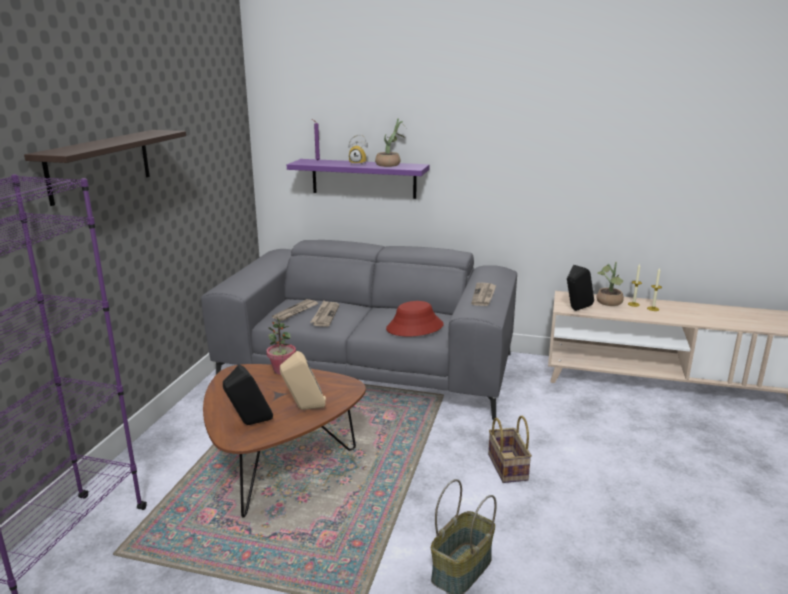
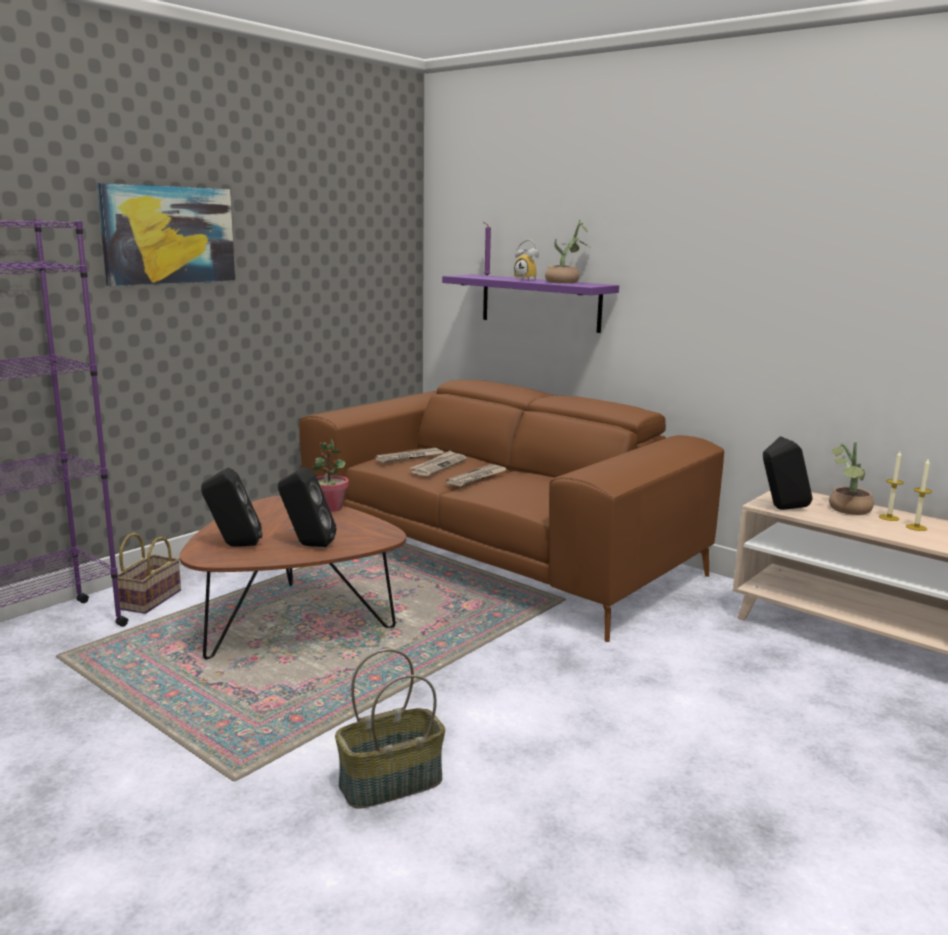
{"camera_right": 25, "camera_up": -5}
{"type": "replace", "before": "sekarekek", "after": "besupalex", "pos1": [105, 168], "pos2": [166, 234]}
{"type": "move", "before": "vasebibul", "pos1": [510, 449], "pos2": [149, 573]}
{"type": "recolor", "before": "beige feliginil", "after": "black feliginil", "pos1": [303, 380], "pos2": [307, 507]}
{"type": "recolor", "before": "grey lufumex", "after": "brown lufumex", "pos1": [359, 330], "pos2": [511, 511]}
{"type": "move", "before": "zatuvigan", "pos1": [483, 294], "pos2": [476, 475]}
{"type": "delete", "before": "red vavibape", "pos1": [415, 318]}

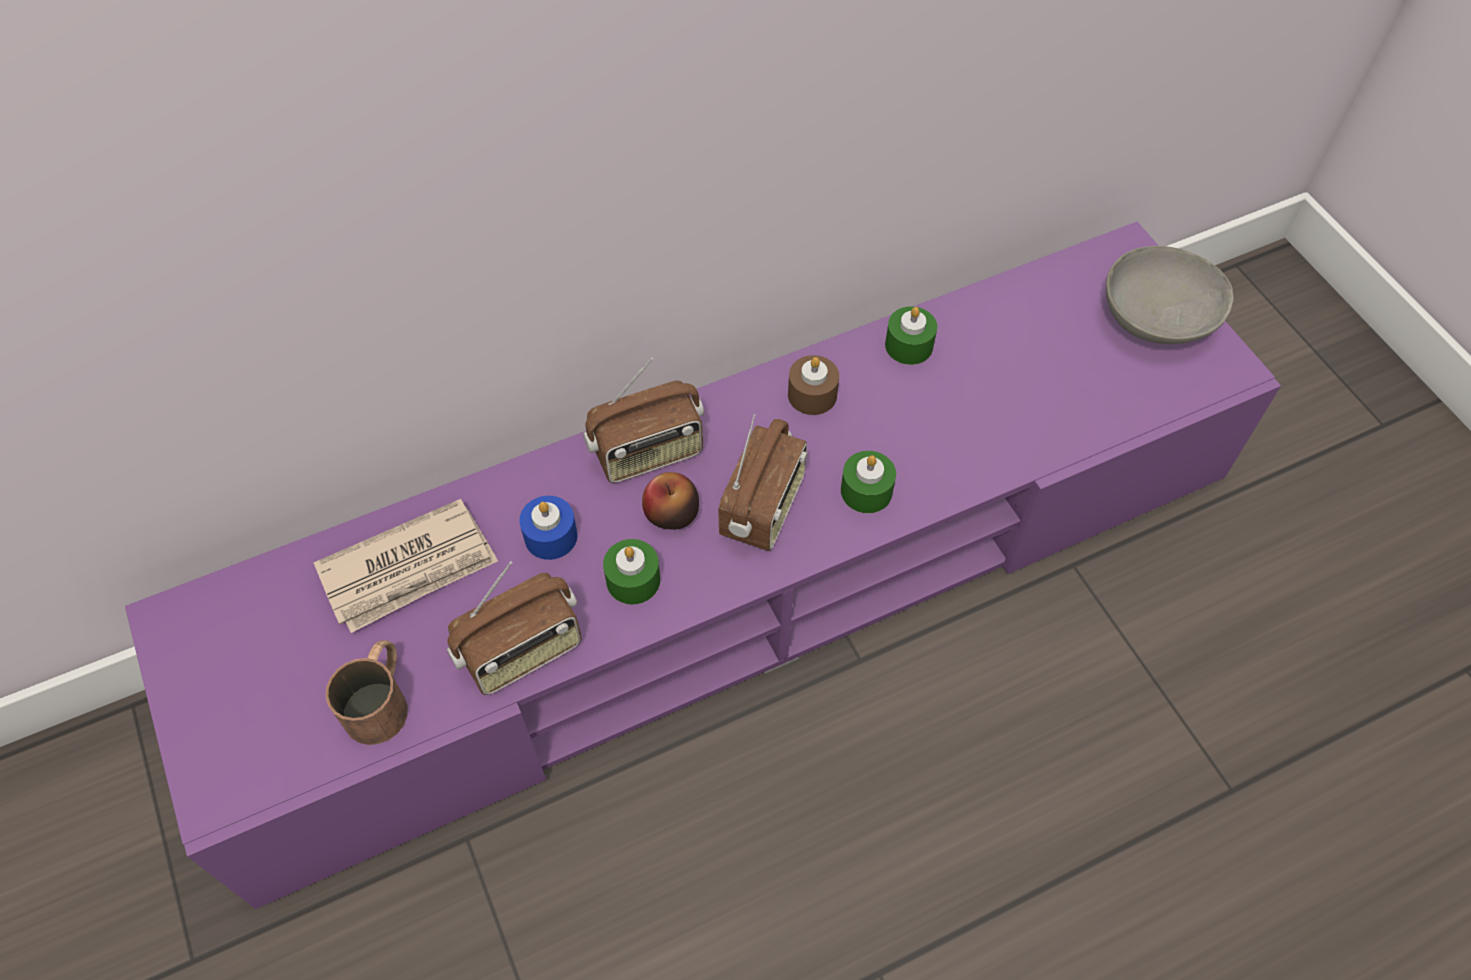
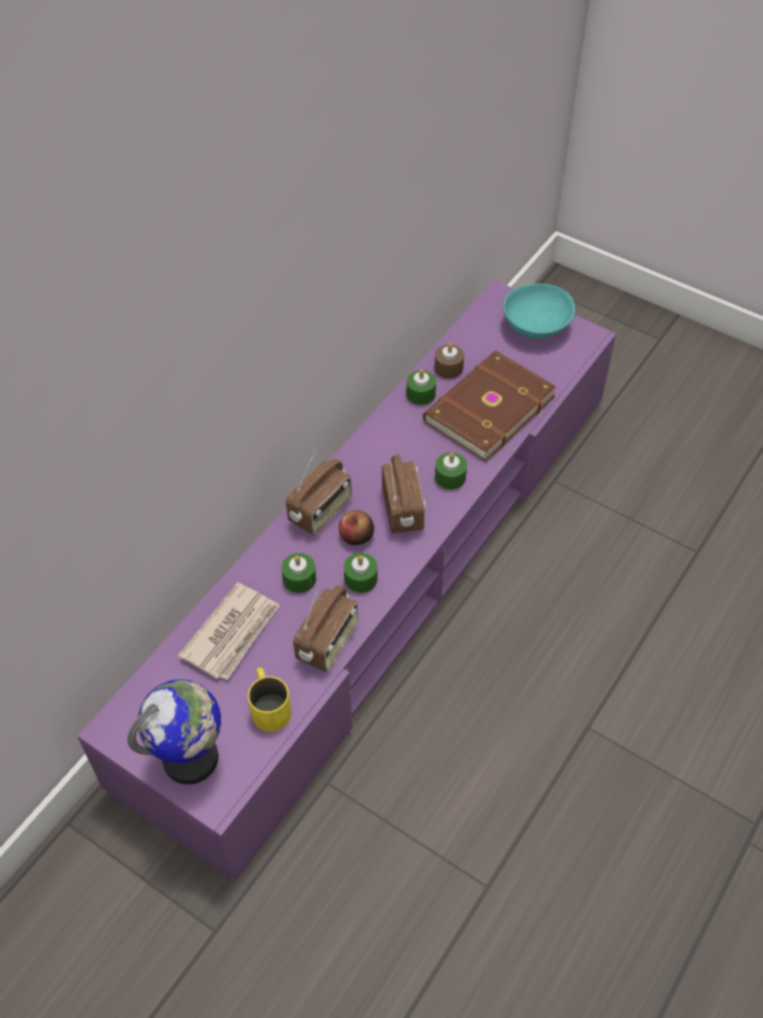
{"camera_right": -30, "camera_up": -5}
{"type": "insert", "after": "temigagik", "pos2": [174, 732]}
{"type": "recolor", "before": "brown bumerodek", "after": "yellow bumerodek", "pos1": [367, 692], "pos2": [269, 699]}
{"type": "recolor", "before": "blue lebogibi", "after": "green lebogibi", "pos1": [548, 528], "pos2": [298, 573]}
{"type": "insert", "after": "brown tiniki", "pos2": [490, 406]}
{"type": "move", "before": "brown lebogibi", "pos1": [813, 385], "pos2": [449, 361]}
{"type": "recolor", "before": "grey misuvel", "after": "turquoise misuvel", "pos1": [1170, 295], "pos2": [539, 311]}

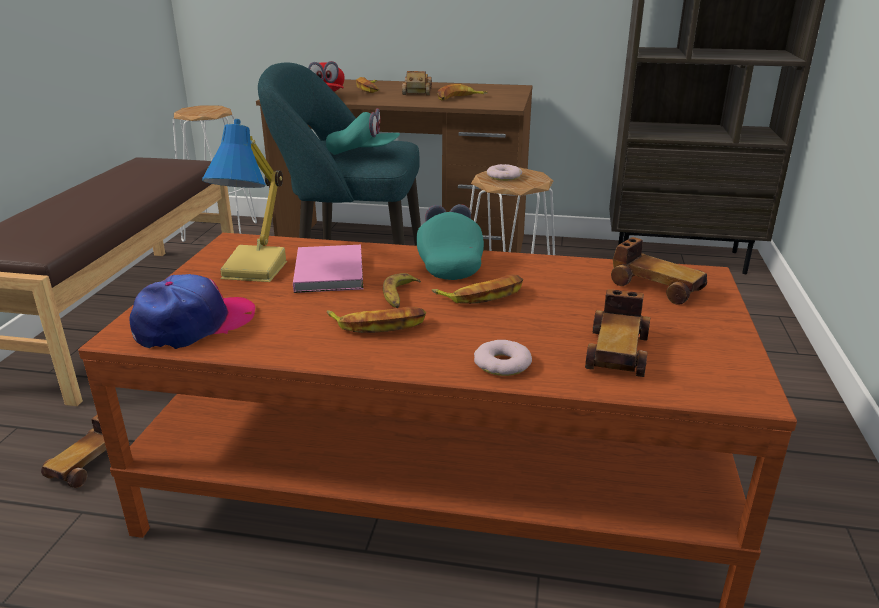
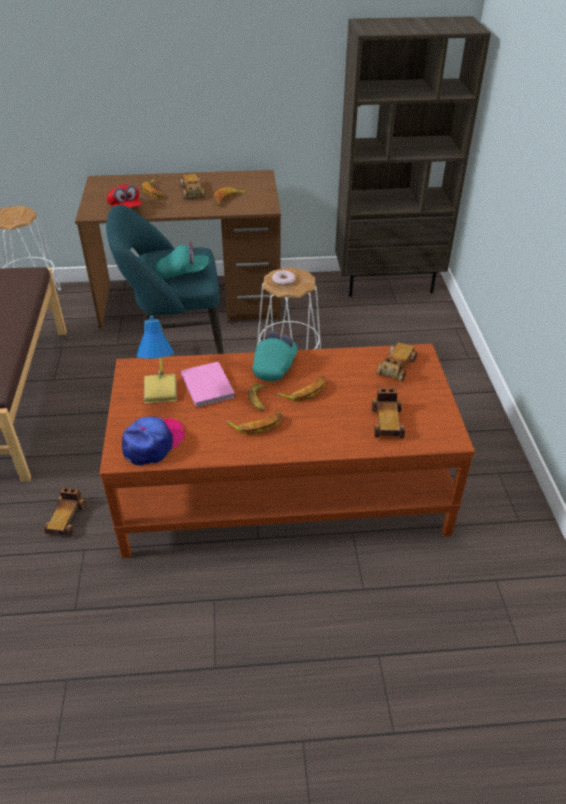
{"camera_right": -15, "camera_up": 15}
{"type": "rotate", "before": "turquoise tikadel", "pos1": [450, 242], "pos2": [274, 356], "turn": 45}
{"type": "rotate", "before": "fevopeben", "pos1": [659, 271], "pos2": [397, 362], "turn": -90}
{"type": "delete", "before": "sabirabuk", "pos1": [503, 358]}

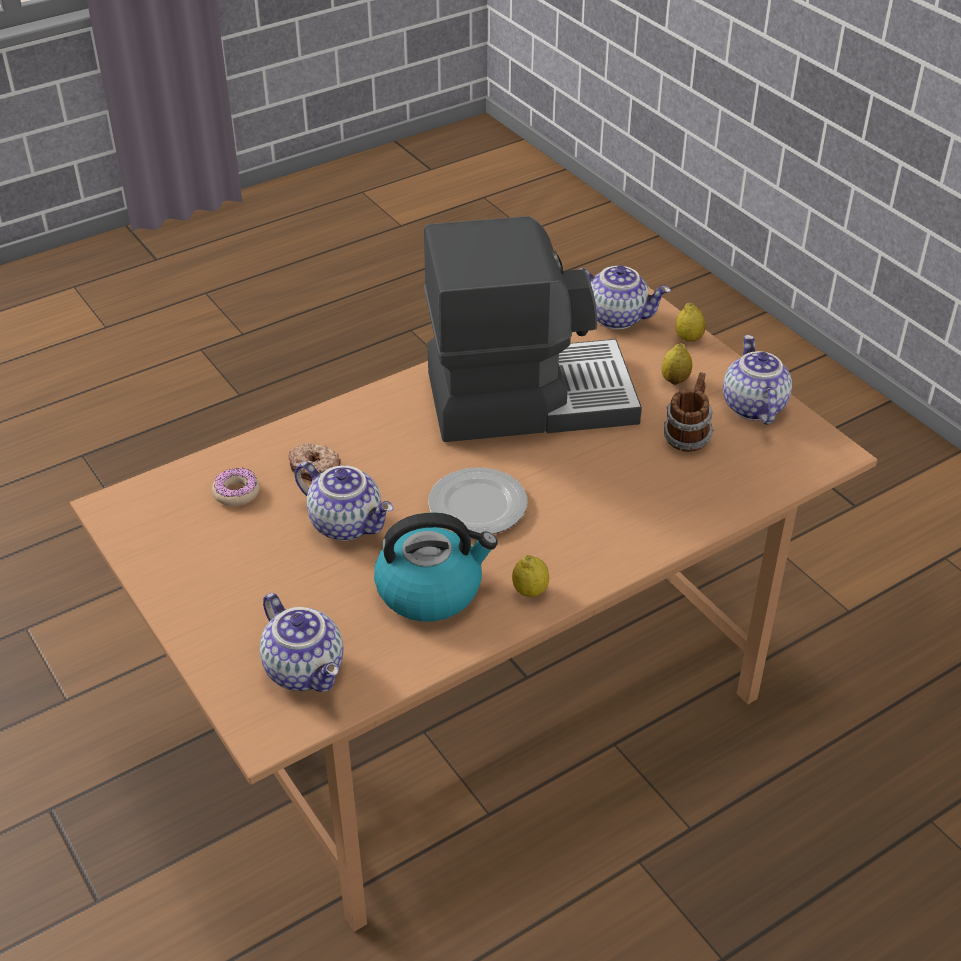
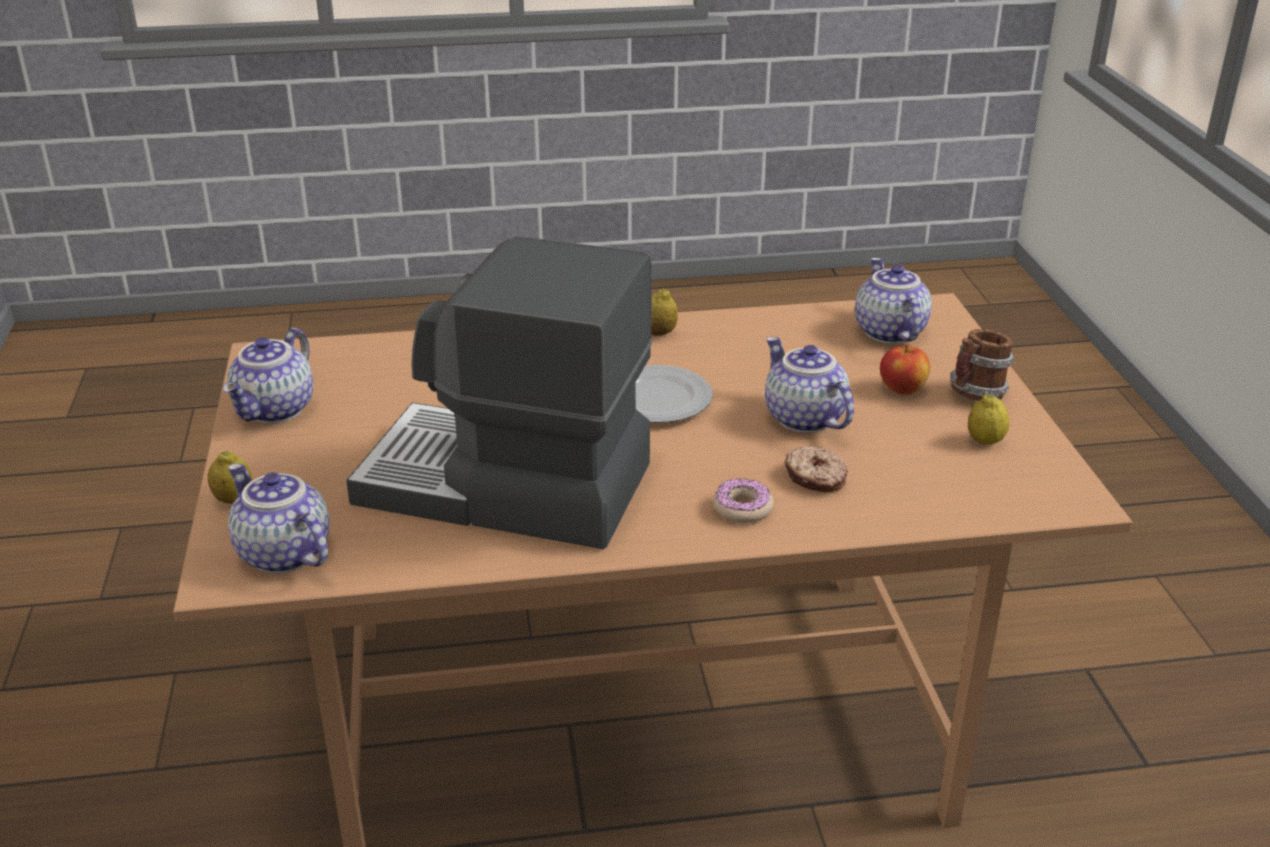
{"camera_right": -155, "camera_up": -10}
{"type": "move", "before": "sabirabuk", "pos1": [236, 487], "pos2": [743, 500]}
{"type": "insert", "after": "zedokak", "pos2": [905, 369]}
{"type": "move", "before": "bumerodek", "pos1": [689, 412], "pos2": [982, 365]}
{"type": "move", "before": "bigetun", "pos1": [677, 364], "pos2": [988, 419]}
{"type": "delete", "before": "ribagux", "pos1": [436, 567]}

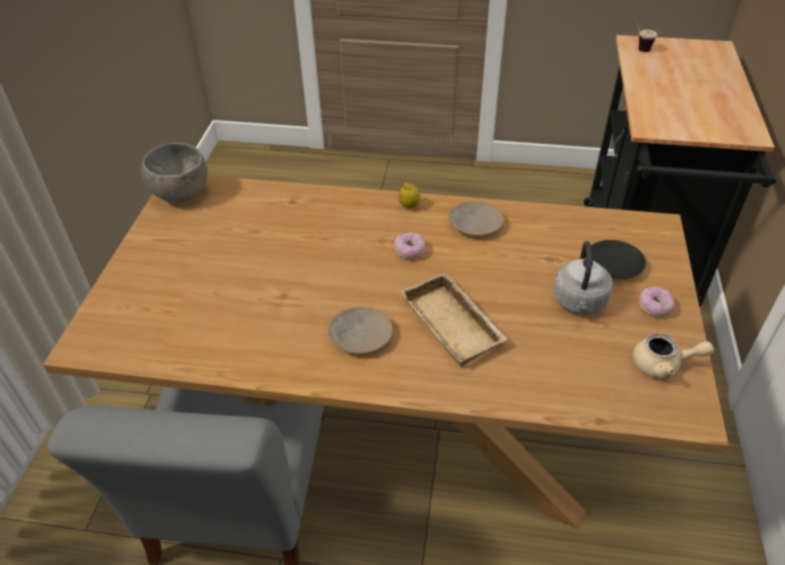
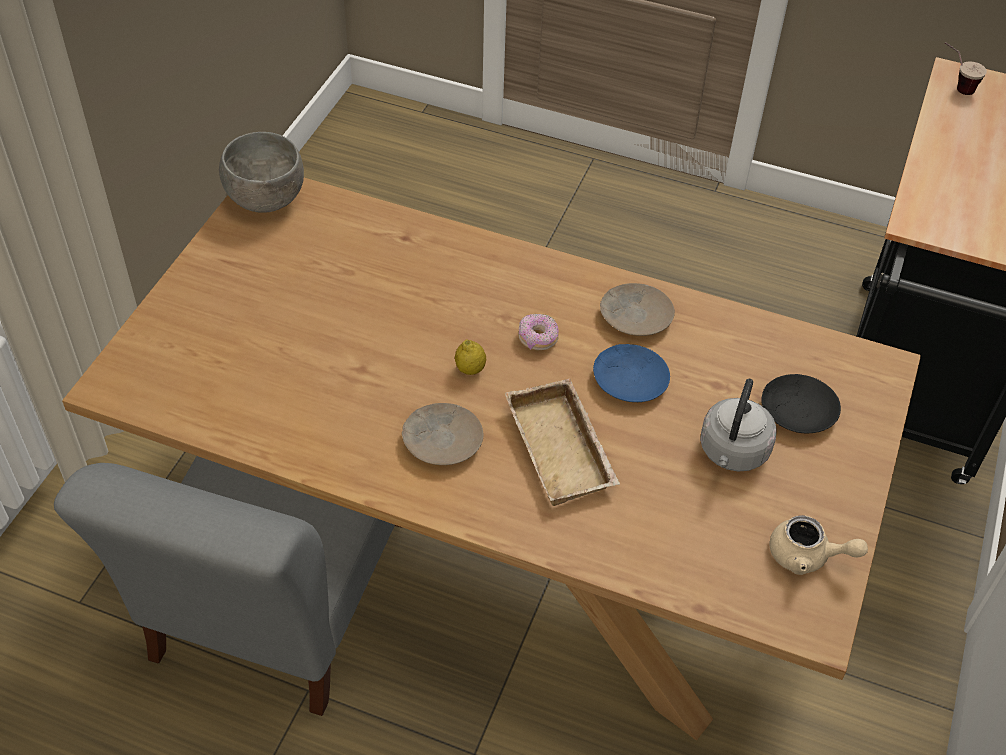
{"camera_right": 10, "camera_up": 5}
{"type": "move", "before": "bigetun", "pos1": [409, 195], "pos2": [470, 357]}
{"type": "insert", "after": "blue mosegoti", "pos2": [631, 373]}
{"type": "delete", "before": "sabirabuk", "pos1": [657, 302]}

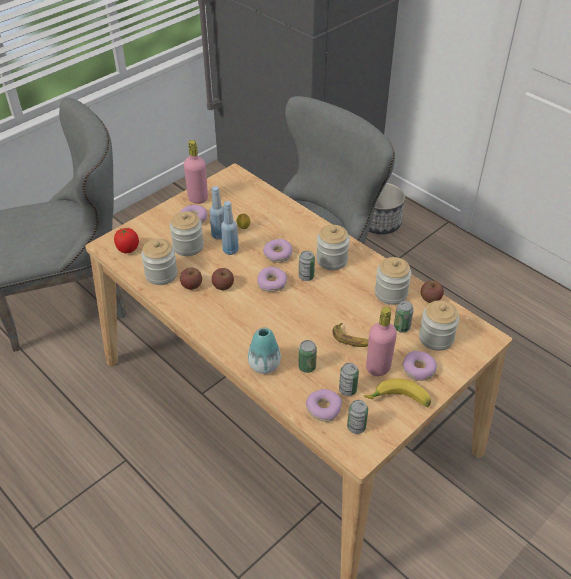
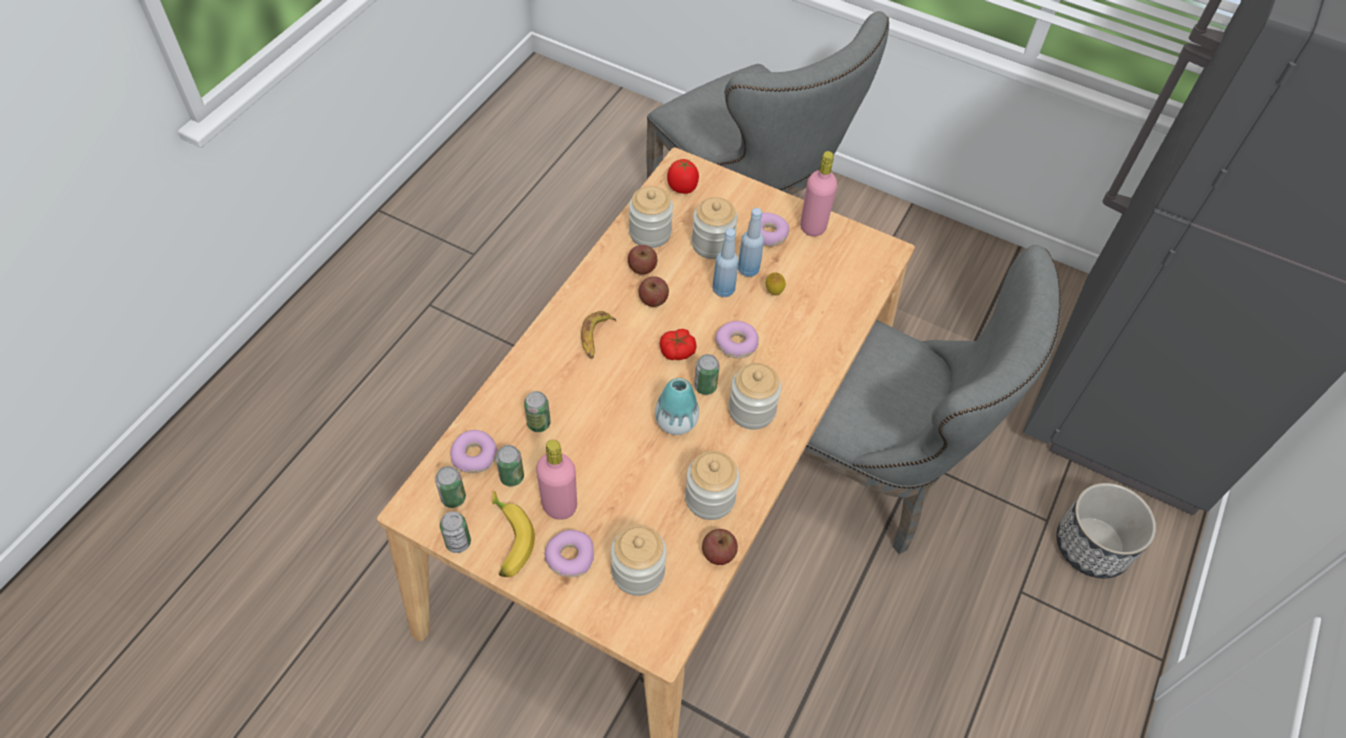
{"camera_right": 70, "camera_up": 10}
{"type": "move", "before": "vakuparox", "pos1": [404, 316], "pos2": [455, 532]}
{"type": "move", "before": "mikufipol", "pos1": [350, 335], "pos2": [598, 335]}
{"type": "move", "before": "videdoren", "pos1": [264, 350], "pos2": [677, 406]}
{"type": "replace", "before": "sabirabuk", "after": "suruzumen", "pos1": [272, 279], "pos2": [678, 344]}

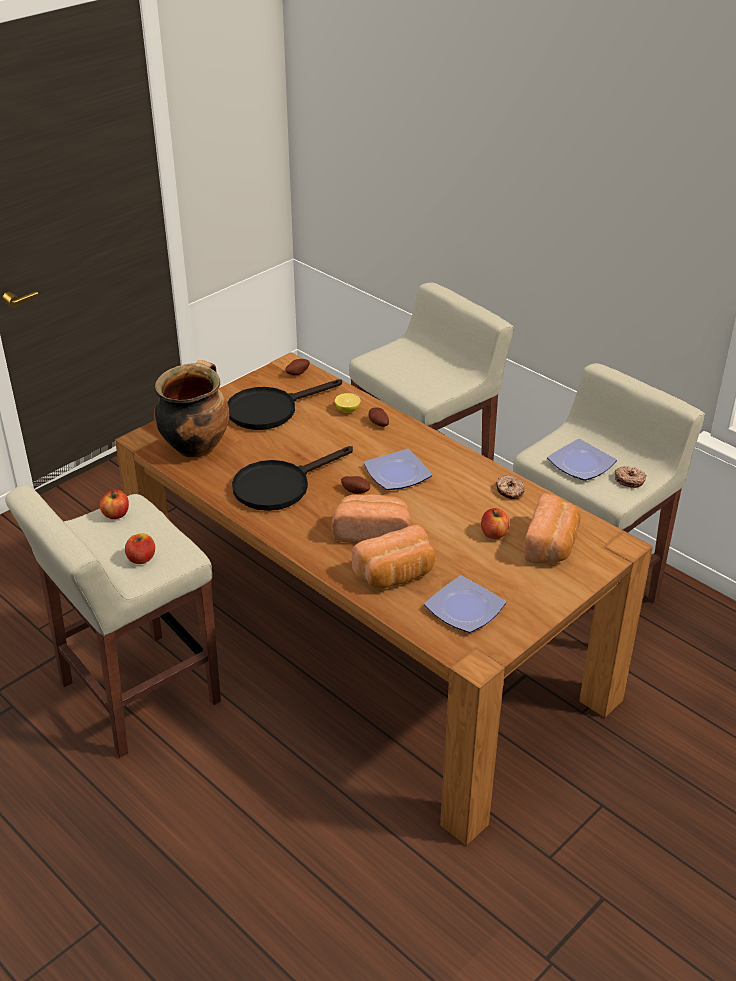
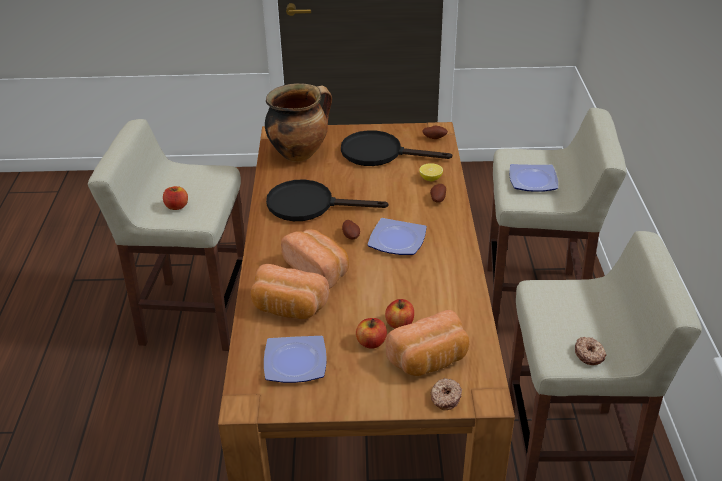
{"camera_right": 45, "camera_up": 0}
{"type": "move", "before": "zedokak", "pos1": [114, 504], "pos2": [371, 333]}
{"type": "move", "before": "sabirabuk", "pos1": [510, 487], "pos2": [446, 394]}
{"type": "move", "before": "mosegoti", "pos1": [582, 460], "pos2": [533, 178]}

